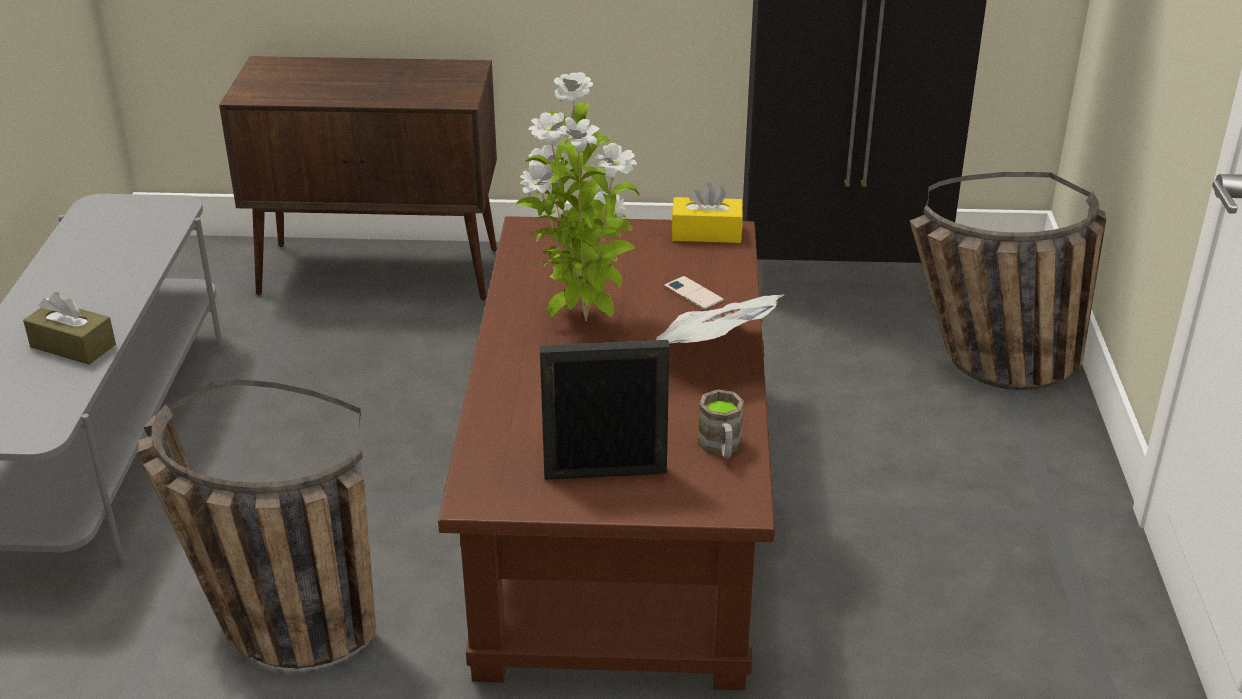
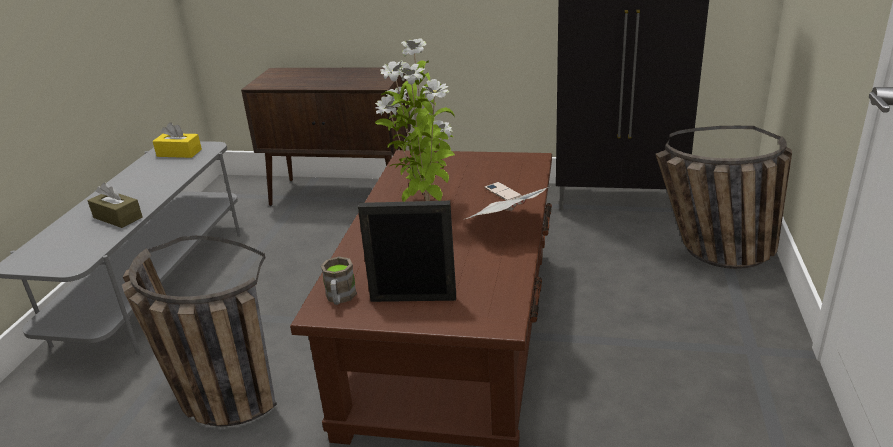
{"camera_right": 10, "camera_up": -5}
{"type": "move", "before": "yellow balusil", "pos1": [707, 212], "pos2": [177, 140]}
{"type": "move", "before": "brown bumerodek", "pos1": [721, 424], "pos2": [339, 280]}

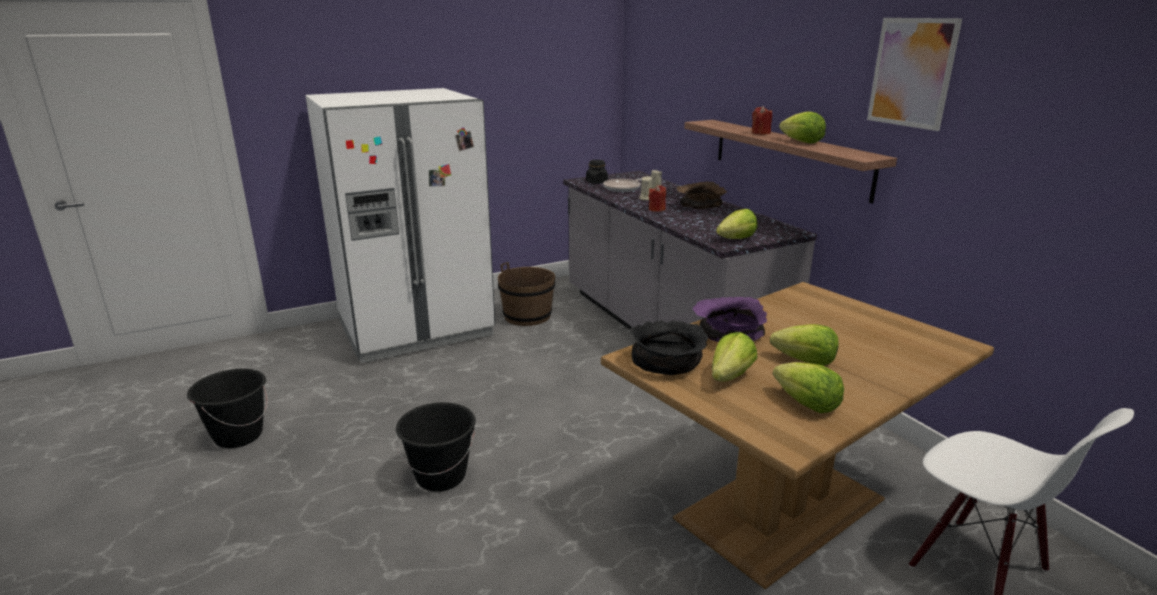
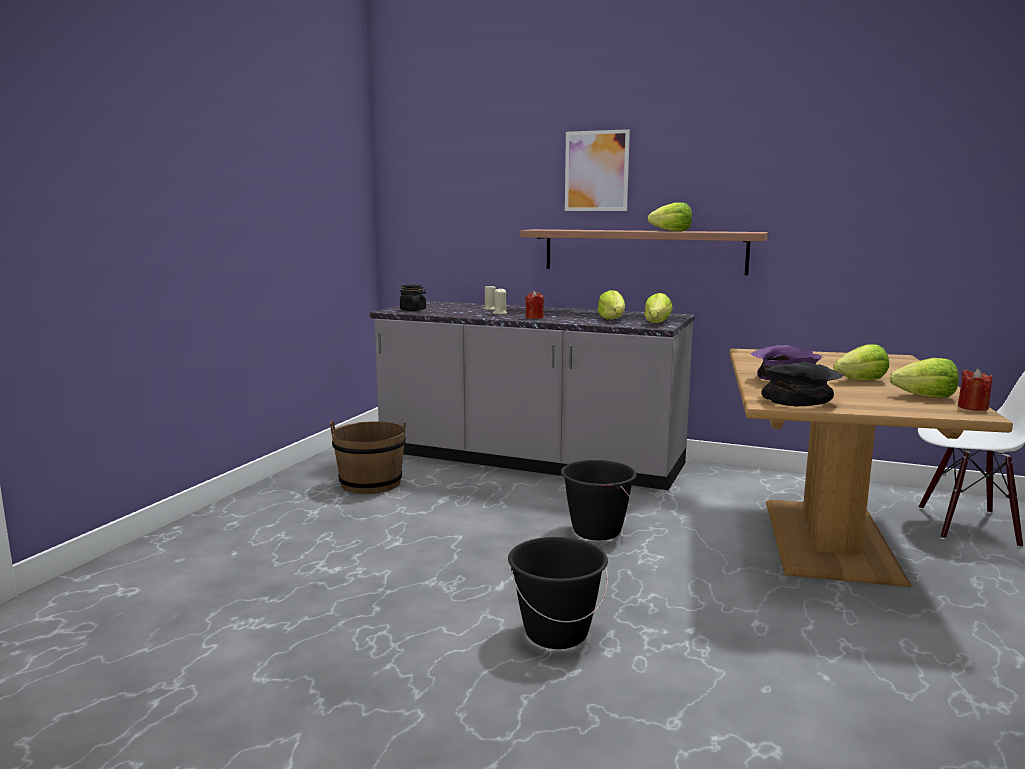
{"camera_right": -40, "camera_up": -10}
{"type": "move", "before": "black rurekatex", "pos1": [227, 408], "pos2": [599, 500]}
{"type": "move", "before": "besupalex", "pos1": [914, 74], "pos2": [597, 170]}
{"type": "move", "before": "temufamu", "pos1": [734, 357], "pos2": [611, 304]}
{"type": "move", "before": "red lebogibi", "pos1": [762, 120], "pos2": [975, 390]}
{"type": "delete", "before": "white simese", "pos1": [400, 225]}
{"type": "delete", "before": "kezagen", "pos1": [622, 185]}
{"type": "delete", "before": "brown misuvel", "pos1": [702, 195]}

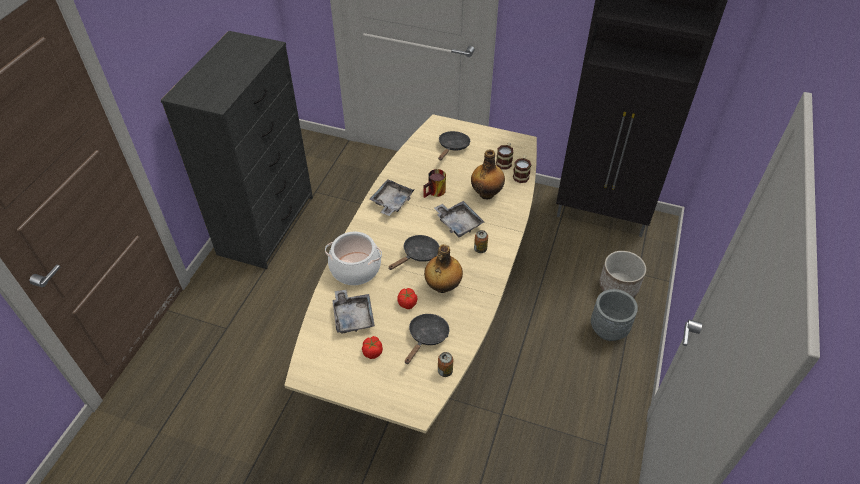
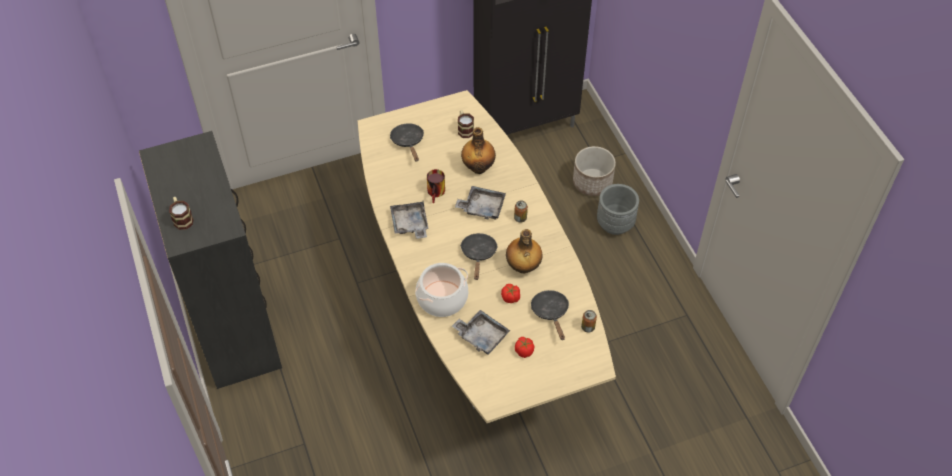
{"camera_right": -40, "camera_up": 5}
{"type": "move", "before": "bumerodek", "pos1": [522, 169], "pos2": [181, 213]}

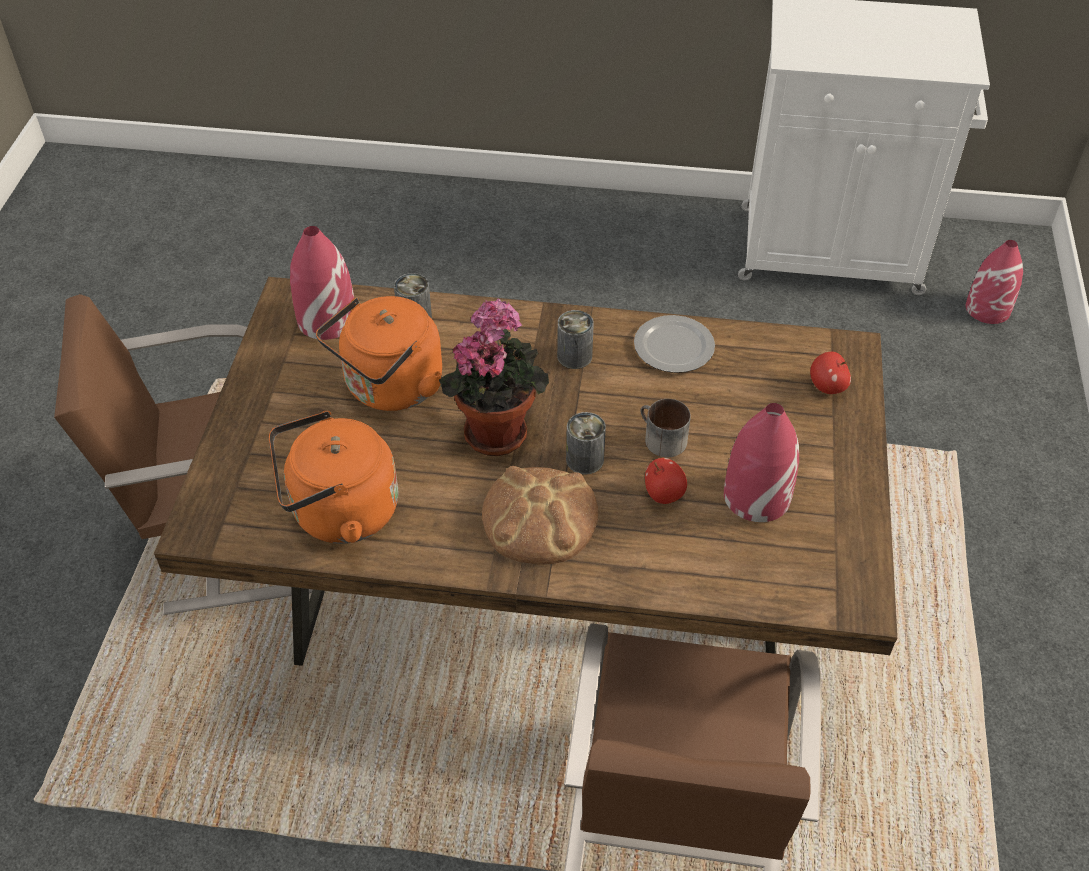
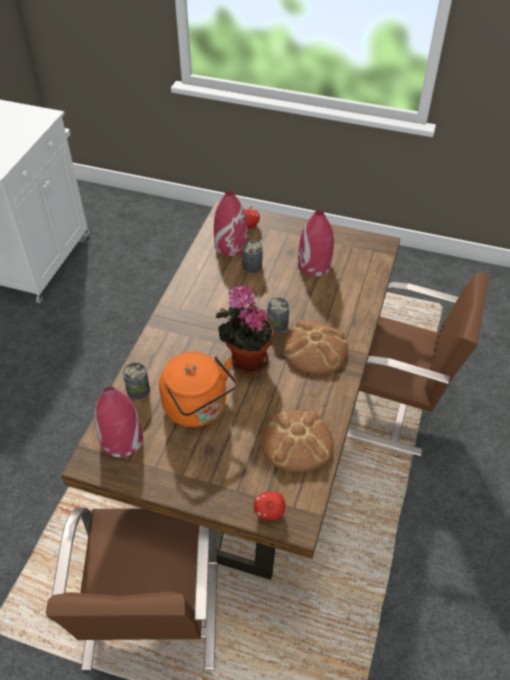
{"camera_right": -80, "camera_up": 0}
{"type": "move", "before": "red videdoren", "pos1": [994, 282], "pos2": [231, 223]}
{"type": "move", "before": "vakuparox", "pos1": [575, 339], "pos2": [252, 257]}
{"type": "move", "before": "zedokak", "pos1": [666, 481], "pos2": [269, 505]}
{"type": "replace", "before": "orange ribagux", "after": "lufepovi", "pos1": [333, 477], "pos2": [297, 441]}
{"type": "delete", "before": "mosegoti", "pos1": [674, 344]}
{"type": "delete", "before": "bumerodek", "pos1": [665, 428]}

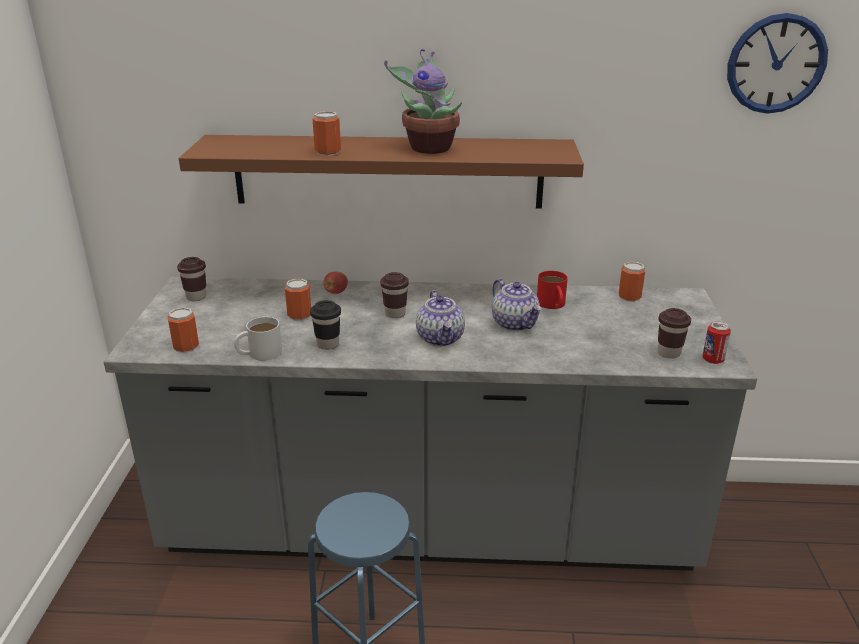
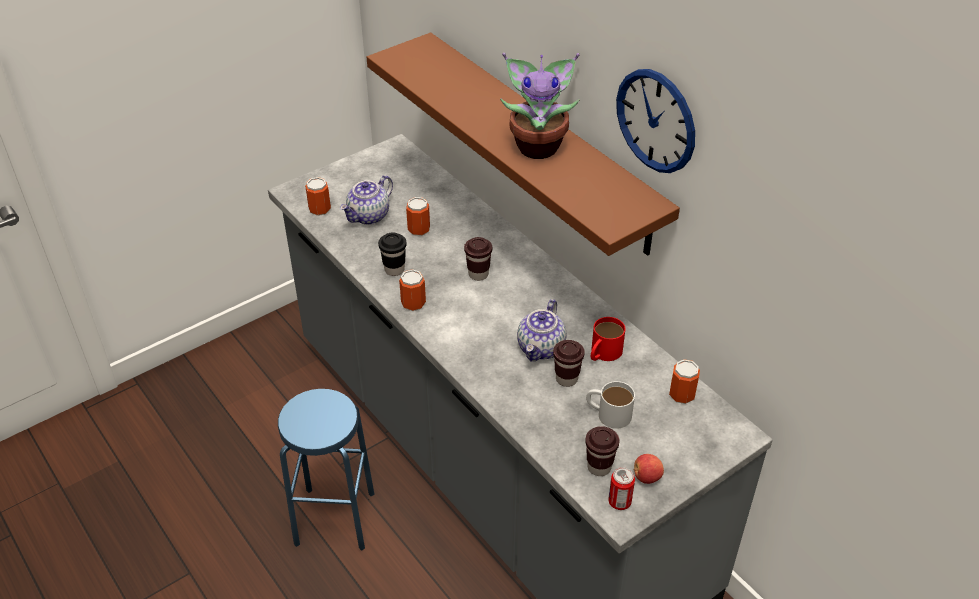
{"camera_right": 50, "camera_up": 15}
{"type": "move", "before": "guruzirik", "pos1": [440, 318], "pos2": [366, 200]}
{"type": "move", "before": "vakuparox", "pos1": [327, 133], "pos2": [412, 290]}
{"type": "move", "before": "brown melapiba", "pos1": [191, 279], "pos2": [569, 363]}
{"type": "move", "before": "white bumerodek", "pos1": [258, 339], "pos2": [610, 405]}
{"type": "move", "before": "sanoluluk", "pos1": [777, 63], "pos2": [655, 121]}
{"type": "move", "before": "zedokak", "pos1": [335, 282], "pos2": [648, 469]}

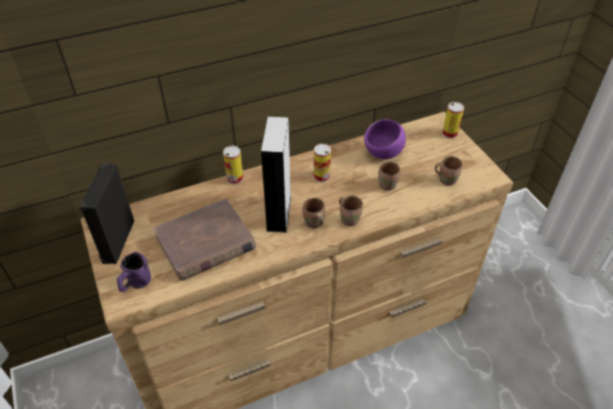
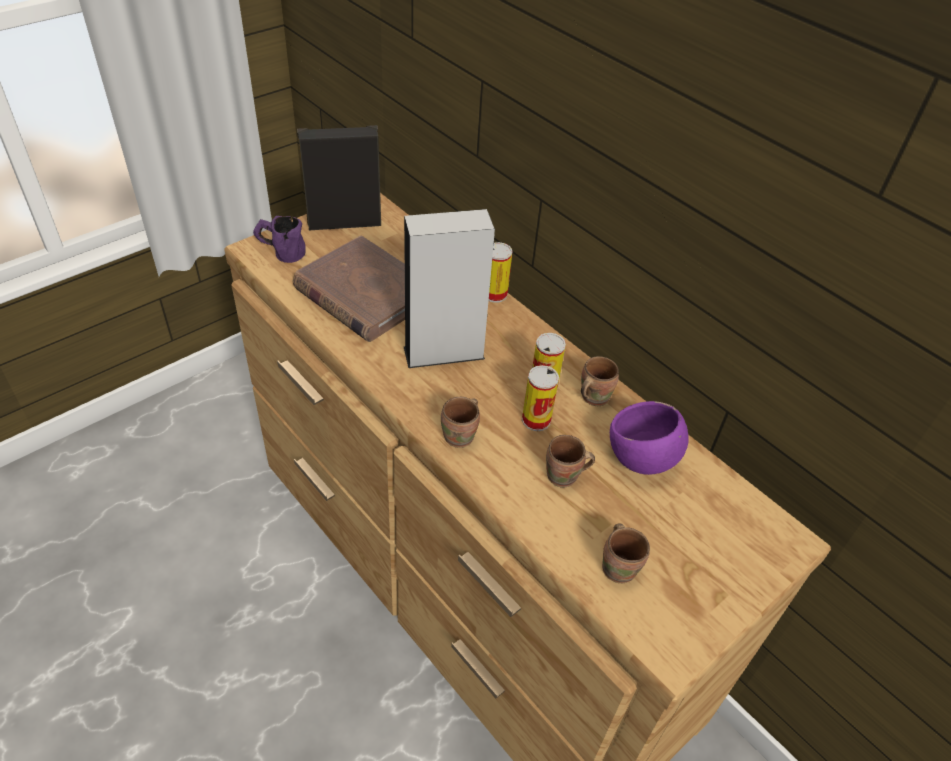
{"camera_right": 70, "camera_up": 0}
{"type": "move", "before": "vakuparox", "pos1": [453, 120], "pos2": [540, 398]}
{"type": "move", "before": "brown bumerodek", "pos1": [313, 213], "pos2": [600, 381]}

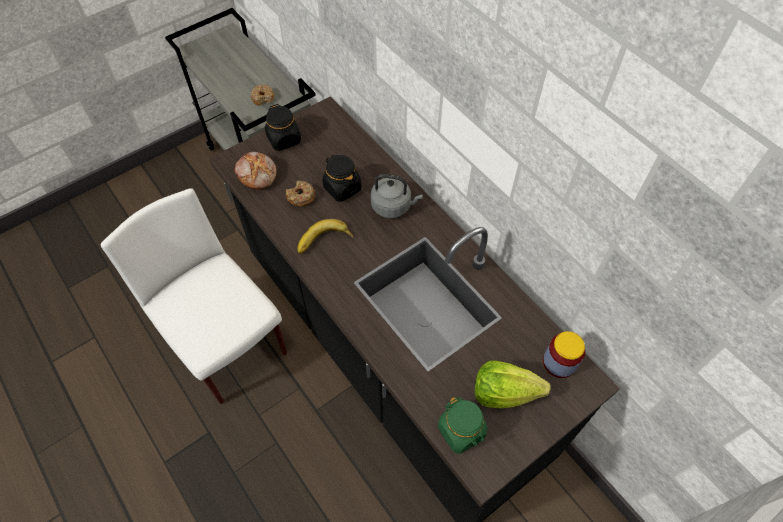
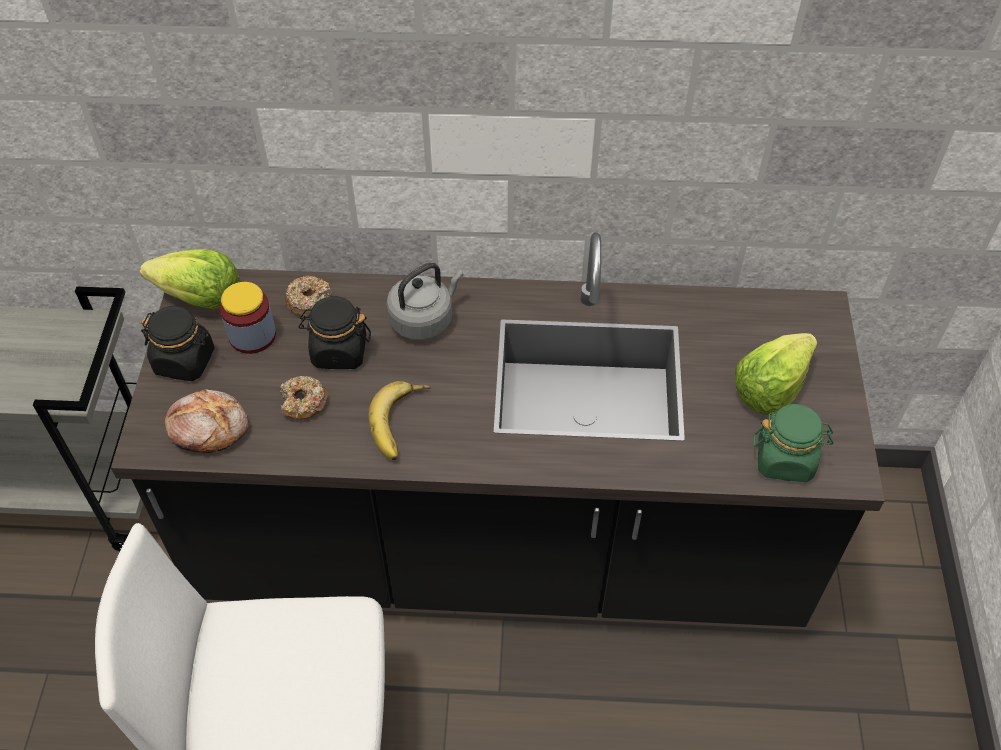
{"camera_right": -50, "camera_up": -5}
{"type": "insert", "after": "temufamu", "pos2": [190, 279]}
{"type": "move", "before": "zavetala", "pos1": [564, 354], "pos2": [248, 318]}
{"type": "move", "before": "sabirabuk", "pos1": [262, 95], "pos2": [308, 296]}

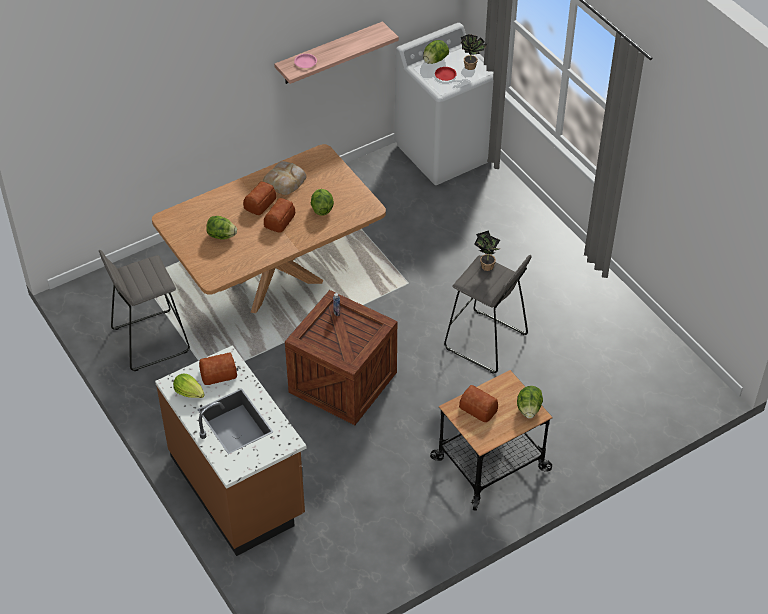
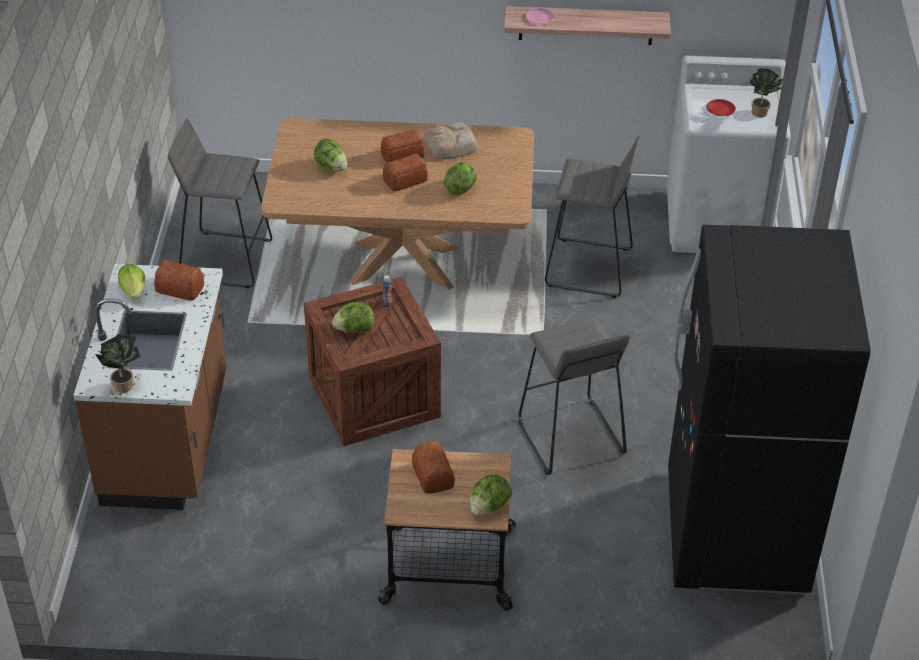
{"camera_right": 35, "camera_up": -5}
{"type": "move", "before": "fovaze", "pos1": [487, 250], "pos2": [118, 363]}
{"type": "move", "before": "temufamu", "pos1": [436, 52], "pos2": [353, 317]}
{"type": "insert", "after": "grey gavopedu", "pos2": [592, 217]}
{"type": "insert", "after": "black simese", "pos2": [769, 409]}

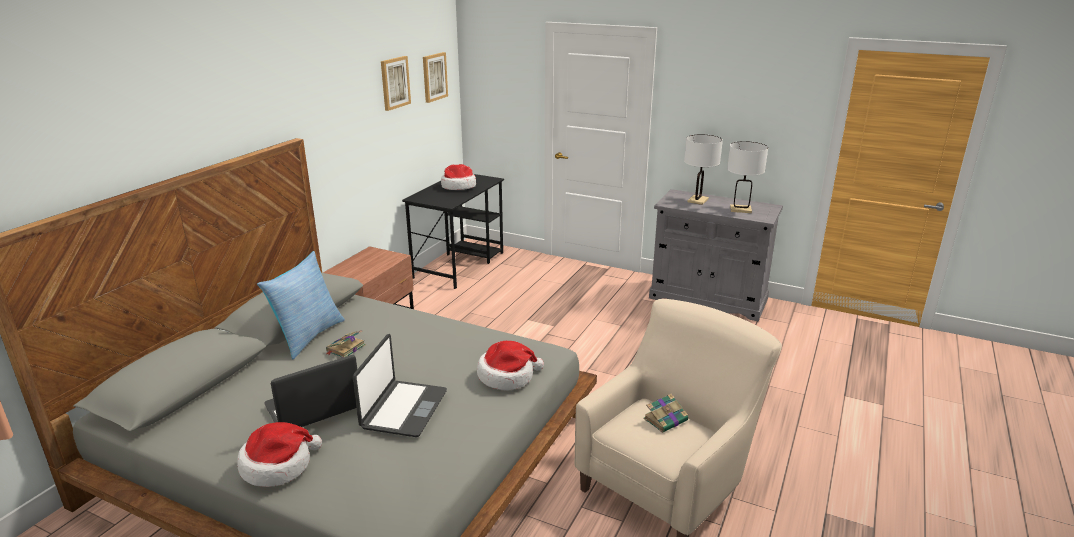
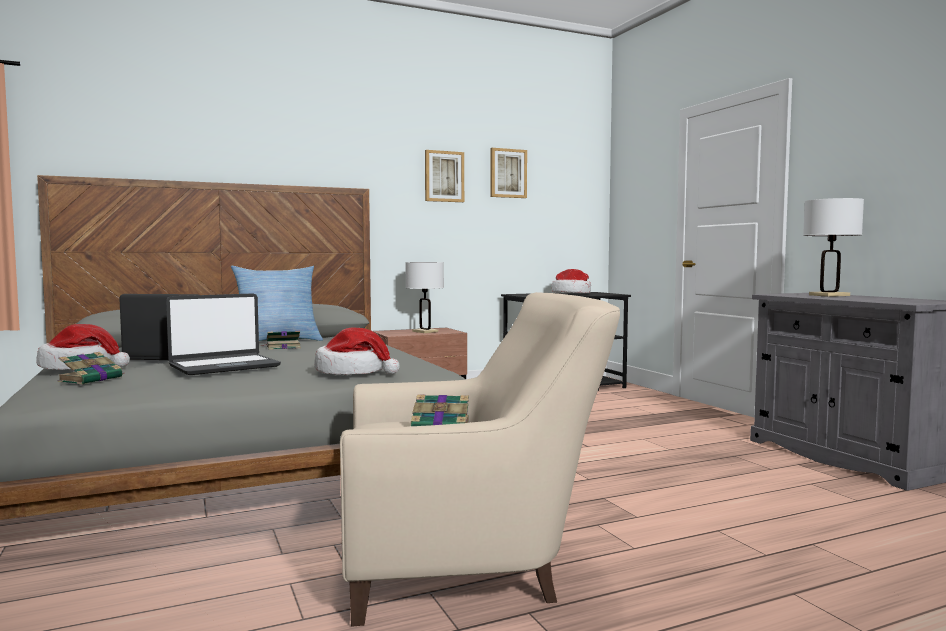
{"camera_right": 40, "camera_up": -20}
{"type": "insert", "after": "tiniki", "pos2": [90, 368]}
{"type": "move", "before": "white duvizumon", "pos1": [747, 177], "pos2": [424, 297]}
{"type": "move", "before": "besupalex", "pos1": [435, 77], "pos2": [444, 176]}

